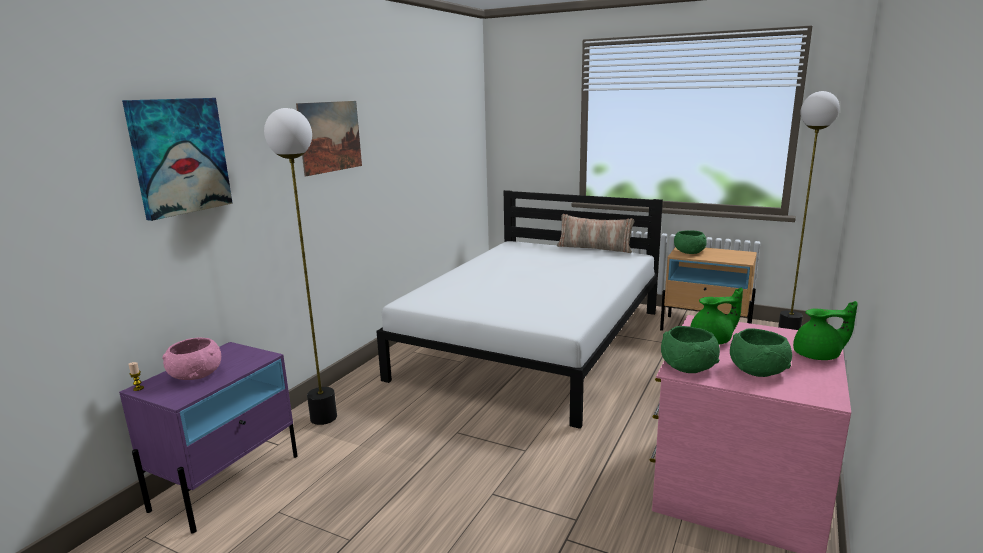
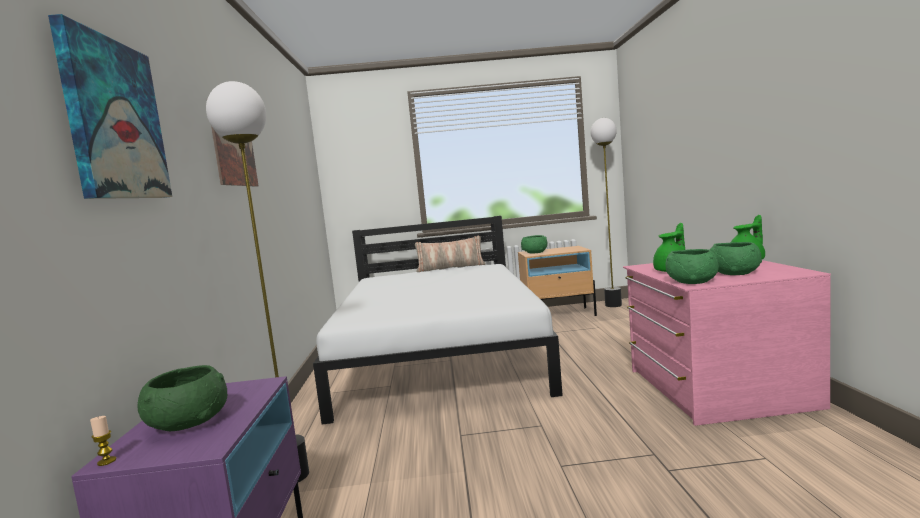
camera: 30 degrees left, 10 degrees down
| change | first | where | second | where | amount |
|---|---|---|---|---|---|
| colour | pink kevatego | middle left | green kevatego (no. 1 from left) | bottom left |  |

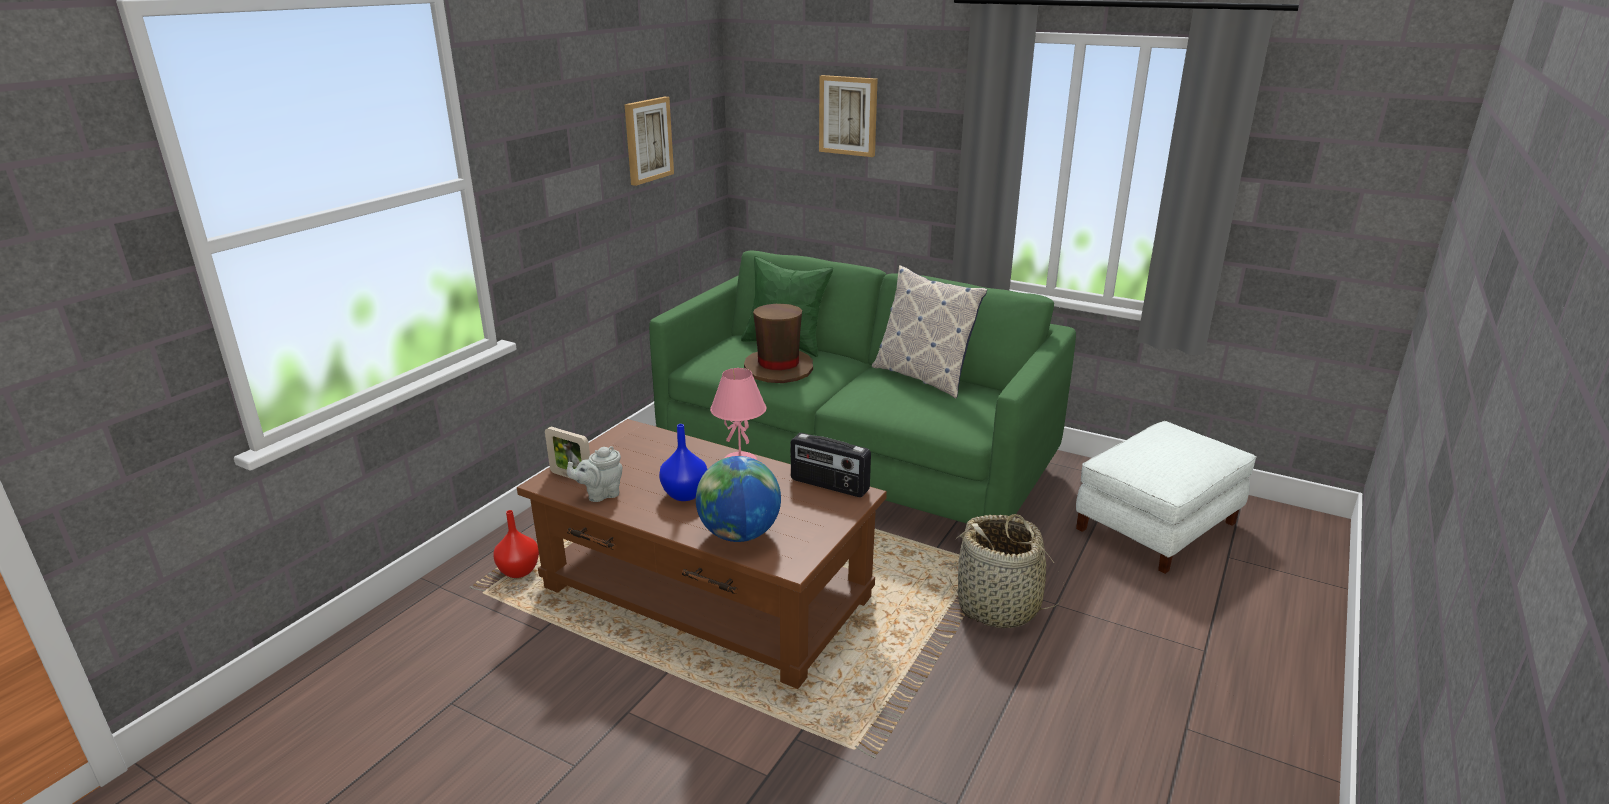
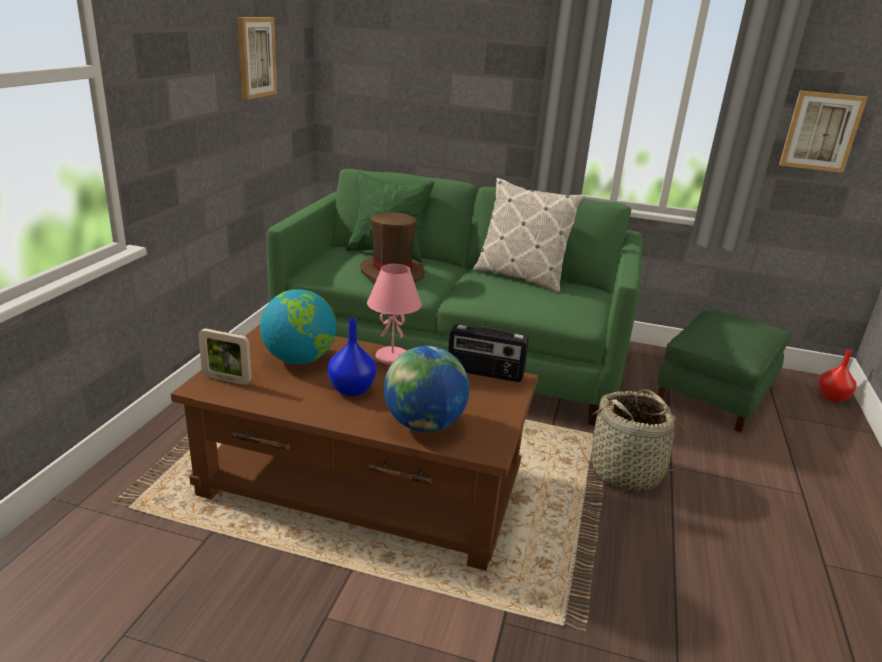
camera: 15 degrees left, 0 degrees up
| change | first | where | second | where | amount |
|---|---|---|---|---|---|
| relocated | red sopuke | bottom left |  | middle right |  |
| missing | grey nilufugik | centre |  |  |  |
| relocated | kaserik (no. 2 from left) | top centre |  | top right |  |
| colour | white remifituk | middle right | green remifituk | middle right |  |
| appeared |  |  | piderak (no. 1 from left) | centre |  |

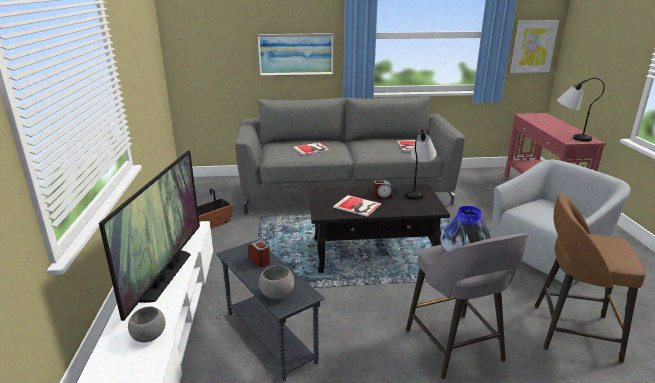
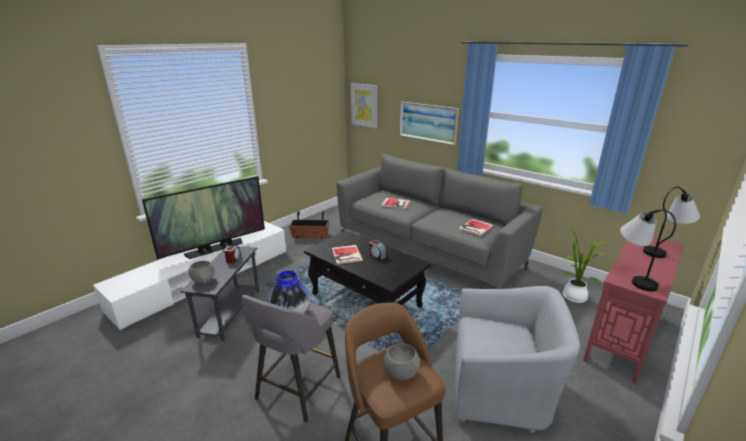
camera: 45 degrees right, 0 degrees up
| change | first | where | second | where | amount |
|---|---|---|---|---|---|
| relocated | grey kevatego (no. 1 from left in the first image) | bottom left | grey kevatego (no. 2 from left) | bottom centre |  |
| relocated | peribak (no. 1 from left in the first image) | centre | peribak (no. 2 from left) | middle right |  |
| relocated | kaserik (no. 2 from left in the first image) | top right | kaserik (no. 1 from left) | top centre |  |
| appeared |  |  | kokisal | middle right |  |

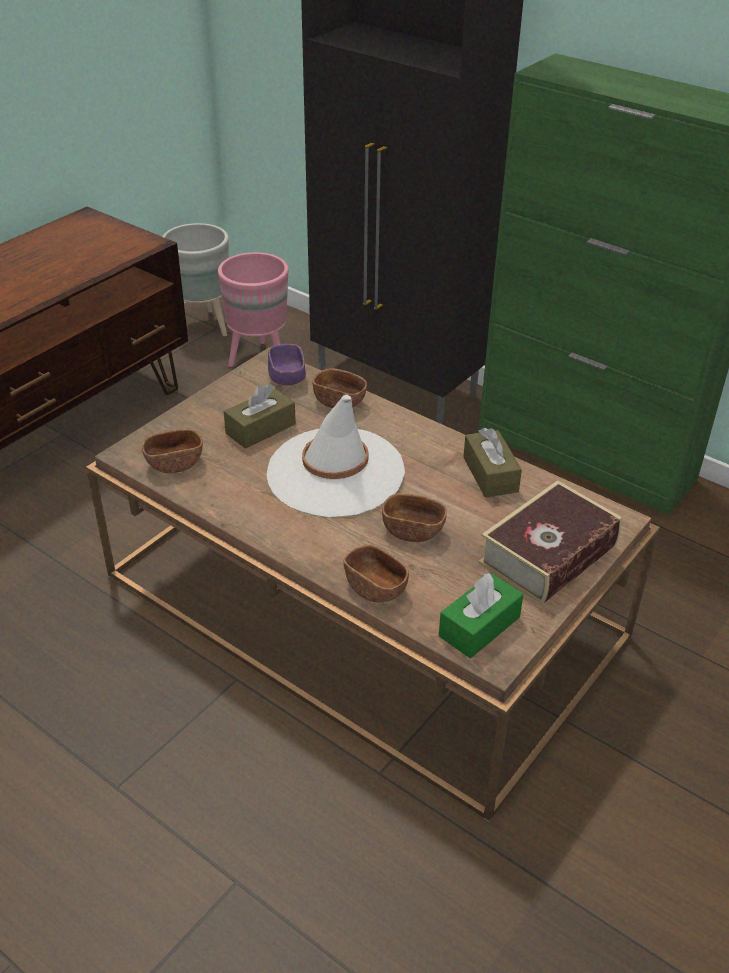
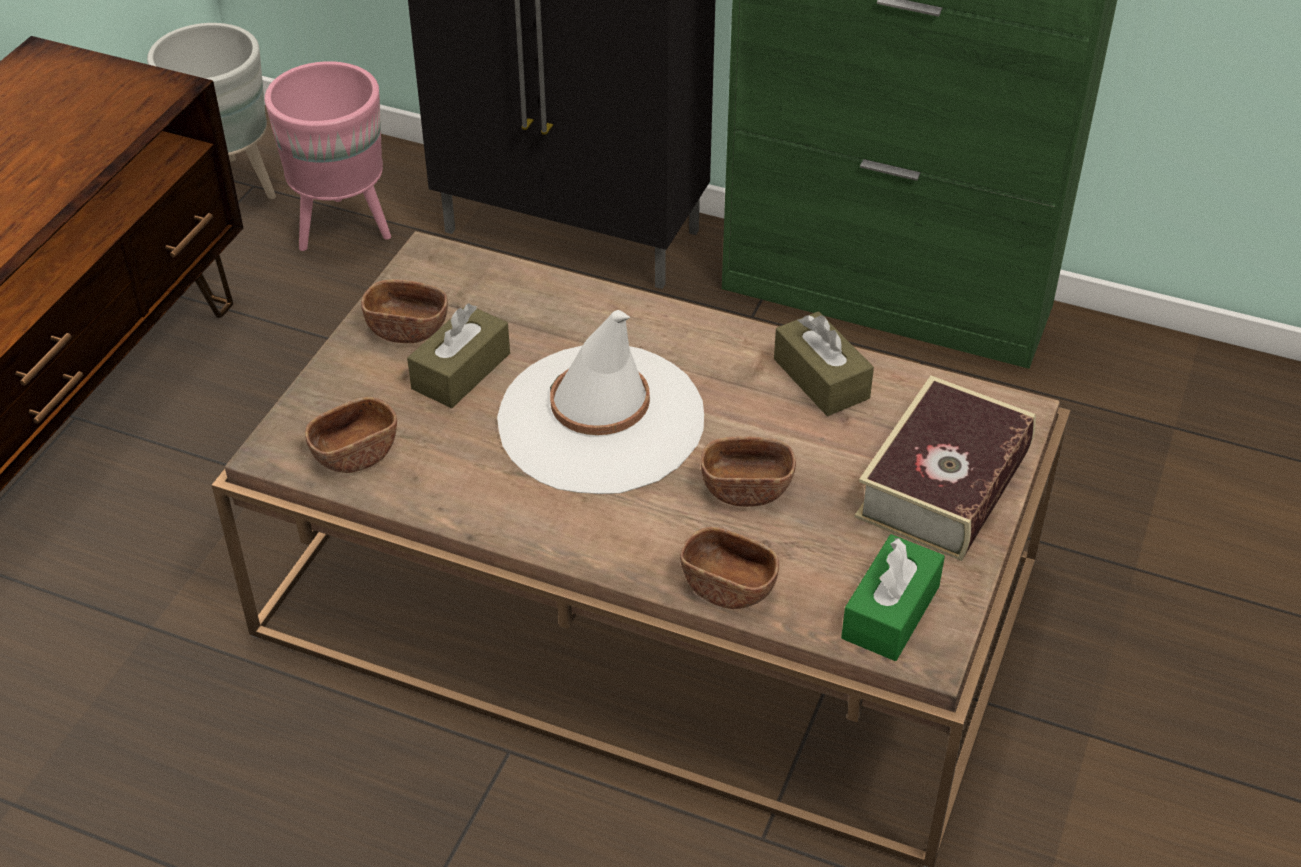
camera: 15 degrees left, 5 degrees up
| change | first | where | second | where | amount |
|---|---|---|---|---|---|
| missing | purple kevatego | centre |  |  |  |
| relocated | brown kevatego (no. 2 from left) | centre |  | middle left |  |

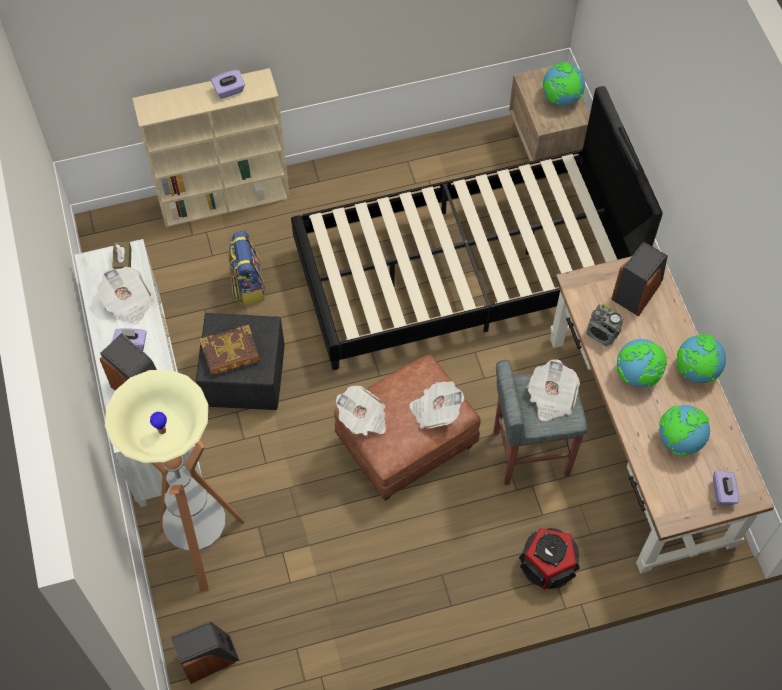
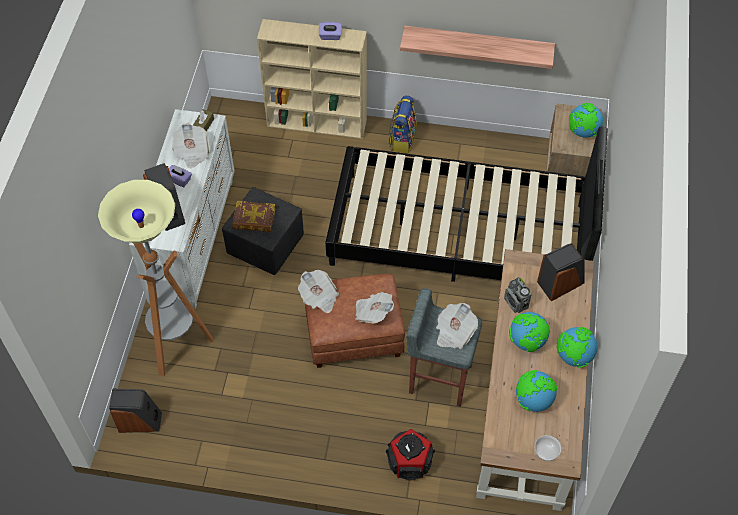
camera: 25 degrees right, 5 degrees down
| change | first | where | second | where | amount |
|---|---|---|---|---|---|
| relocated | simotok | middle left |  | top centre |  |
| exchanged | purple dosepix (no. 3 from left) | bottom right | kevatego | bottom right |  |
| appeared |  |  | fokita | top centre |  |

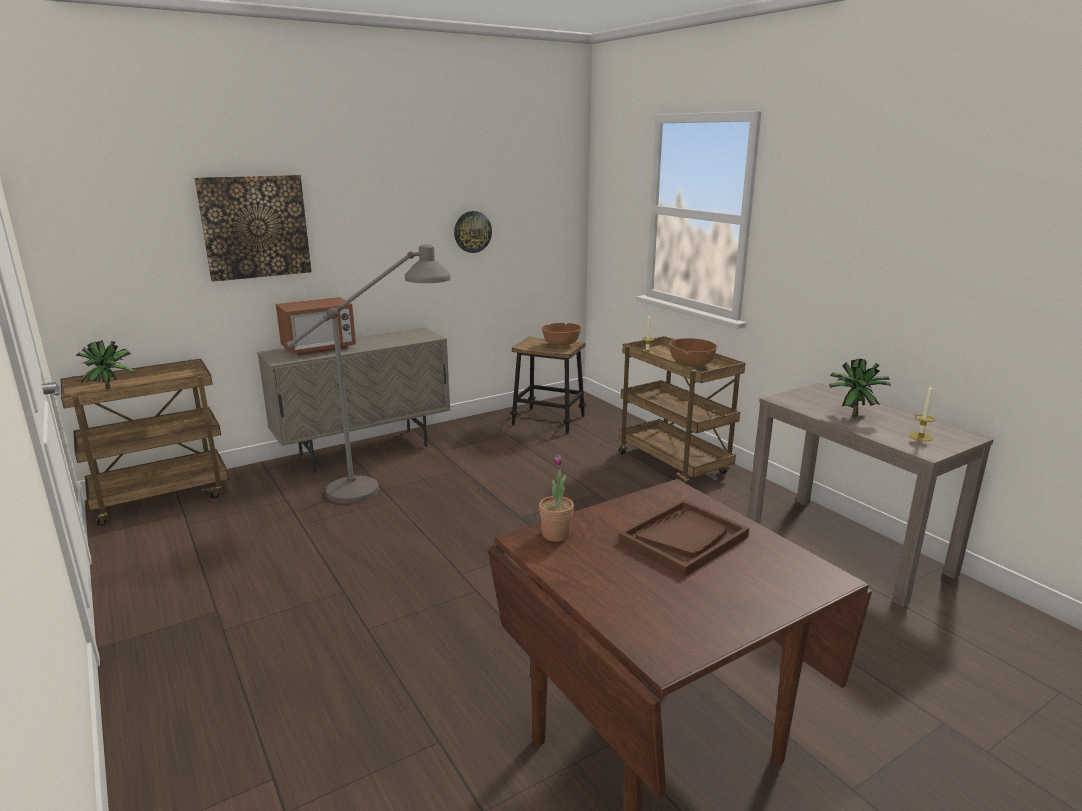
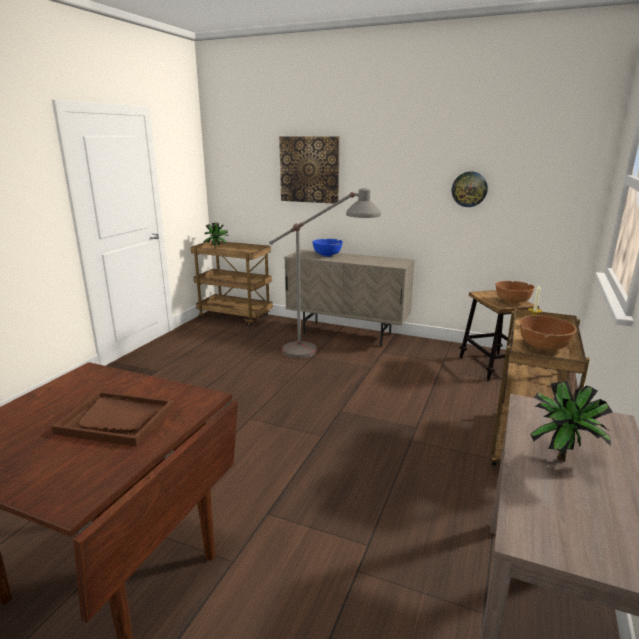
camera: 55 degrees right, 0 degrees up
| change | first | where | second | where | amount |
|---|---|---|---|---|---|
| exchanged | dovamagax | middle left | blue kevatego | centre |  |
| missing | kokisal (no. 2 from left) | centre |  |  |  |
| missing | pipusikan (no. 2 from left) | middle right |  |  |  |

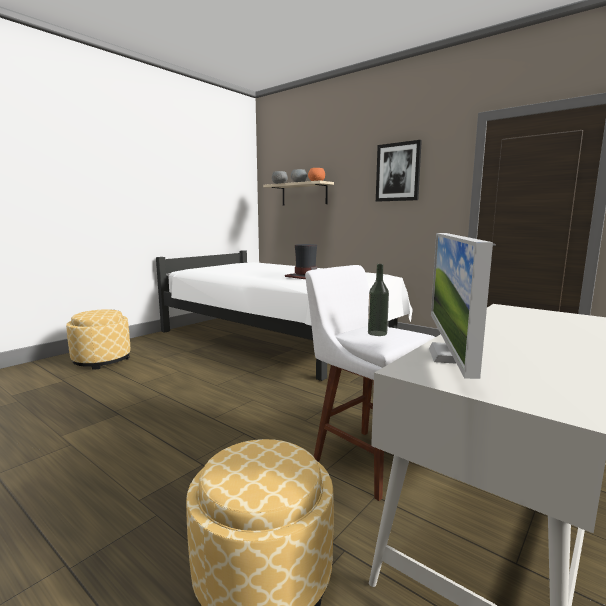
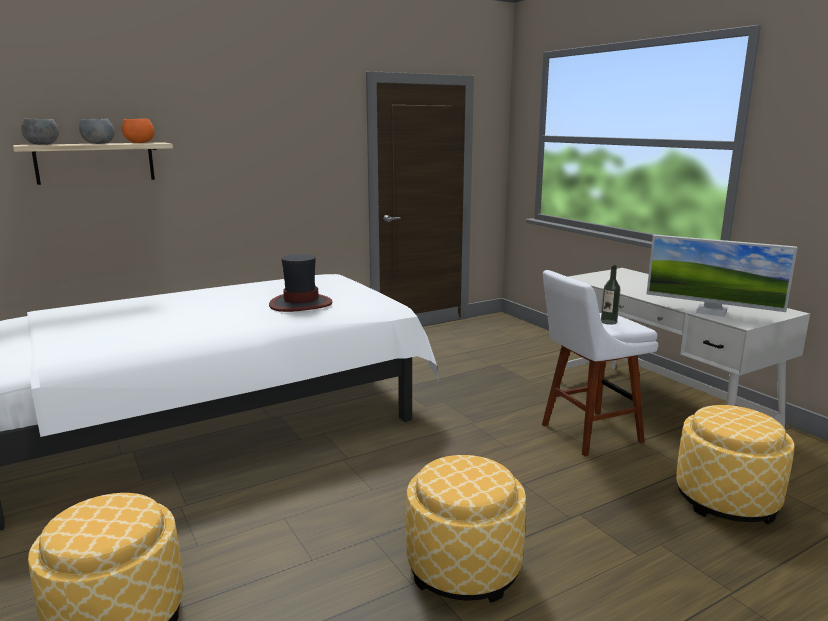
camera: 70 degrees left, 5 degrees up
| change | first | where | second | where | amount |
|---|---|---|---|---|---|
| missing | kaserik | top centre |  |  |  |
| appeared |  |  | remifituk (no. 2 from left) | bottom centre |  |

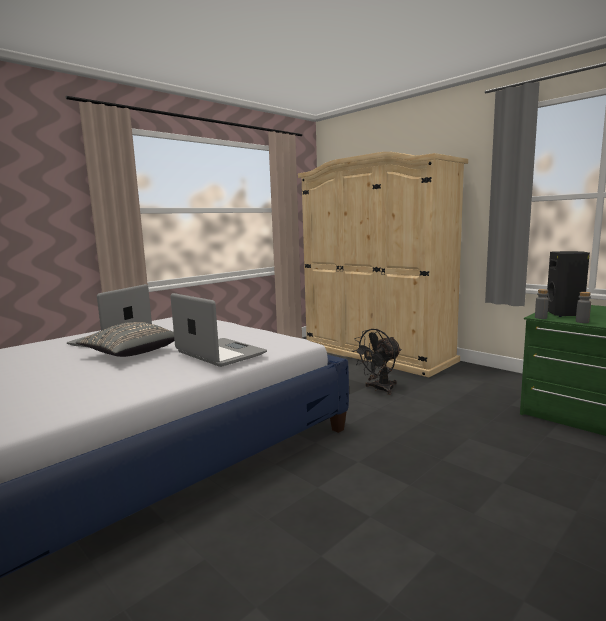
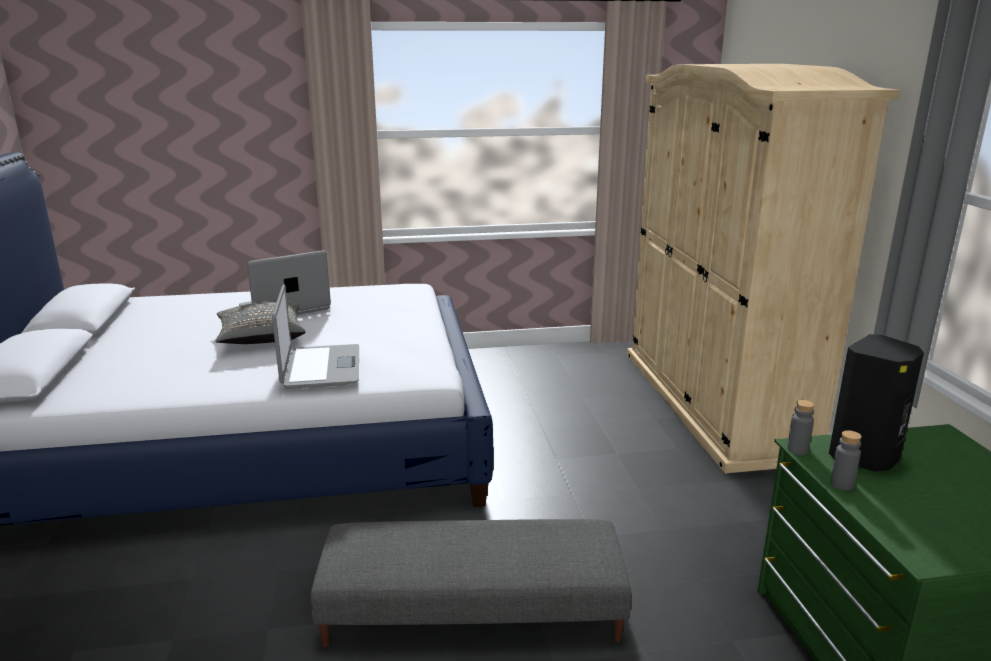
camera: 35 degrees right, 10 degrees up
| change | first | where | second | where | amount |
|---|---|---|---|---|---|
| missing | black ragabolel | centre |  |  |  |
| appeared |  |  | grey remifituk | bottom centre |  |

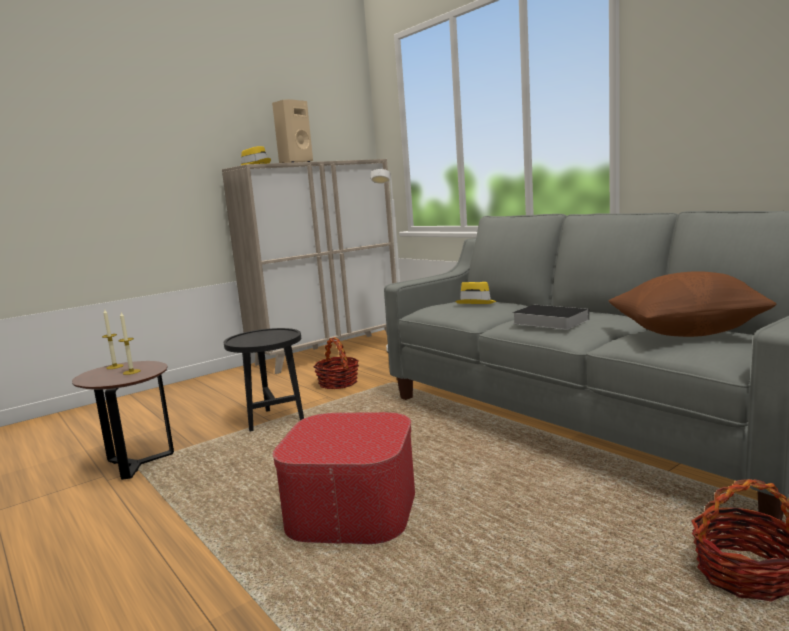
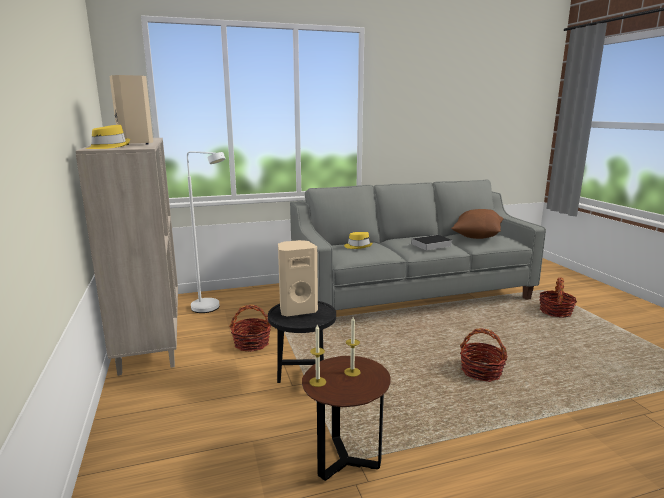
camera: 70 degrees left, 5 degrees up
| change | first | where | second | where | amount |
|---|---|---|---|---|---|
| exchanged | remifituk | bottom centre | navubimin (no. 2 from left) | bottom right |  |
| appeared |  |  | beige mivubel (no. 2 from left) | centre |  |

